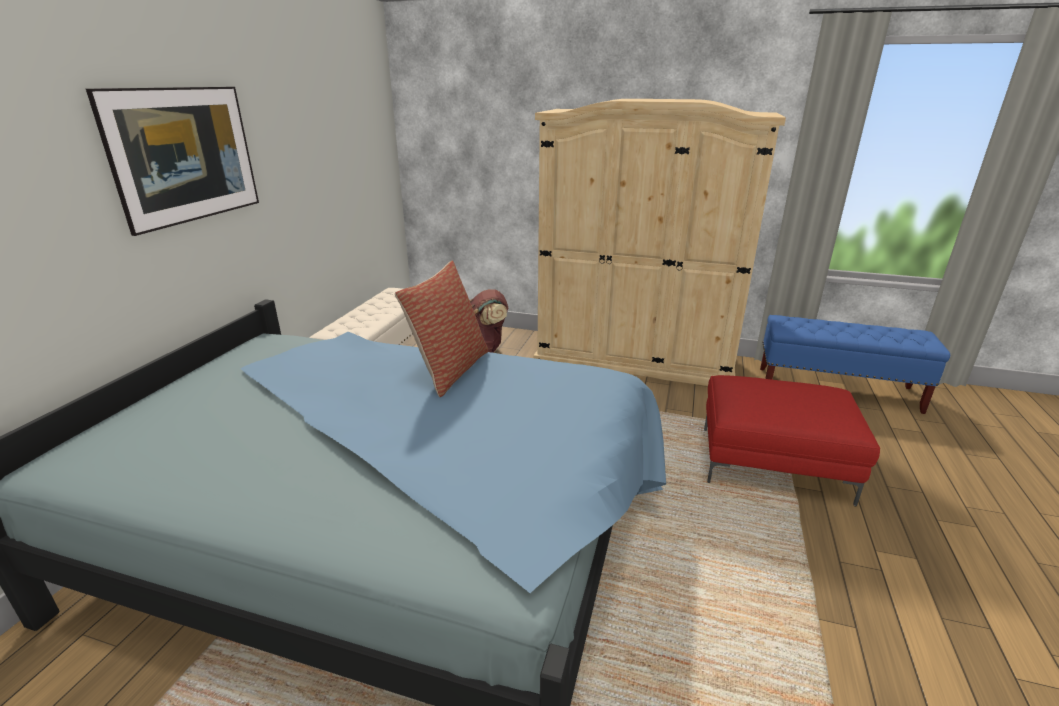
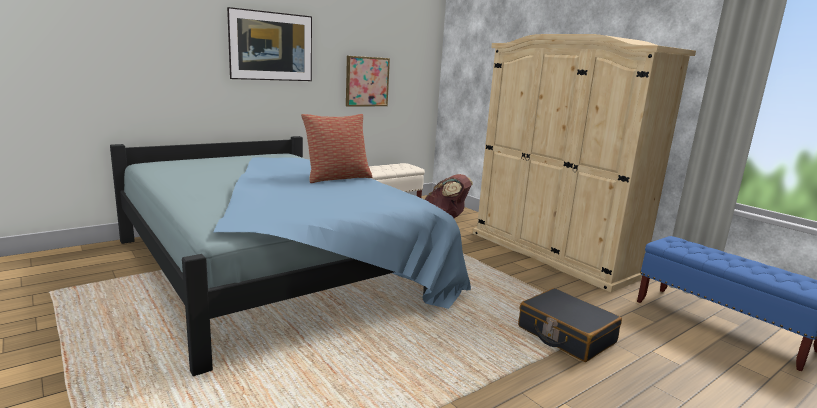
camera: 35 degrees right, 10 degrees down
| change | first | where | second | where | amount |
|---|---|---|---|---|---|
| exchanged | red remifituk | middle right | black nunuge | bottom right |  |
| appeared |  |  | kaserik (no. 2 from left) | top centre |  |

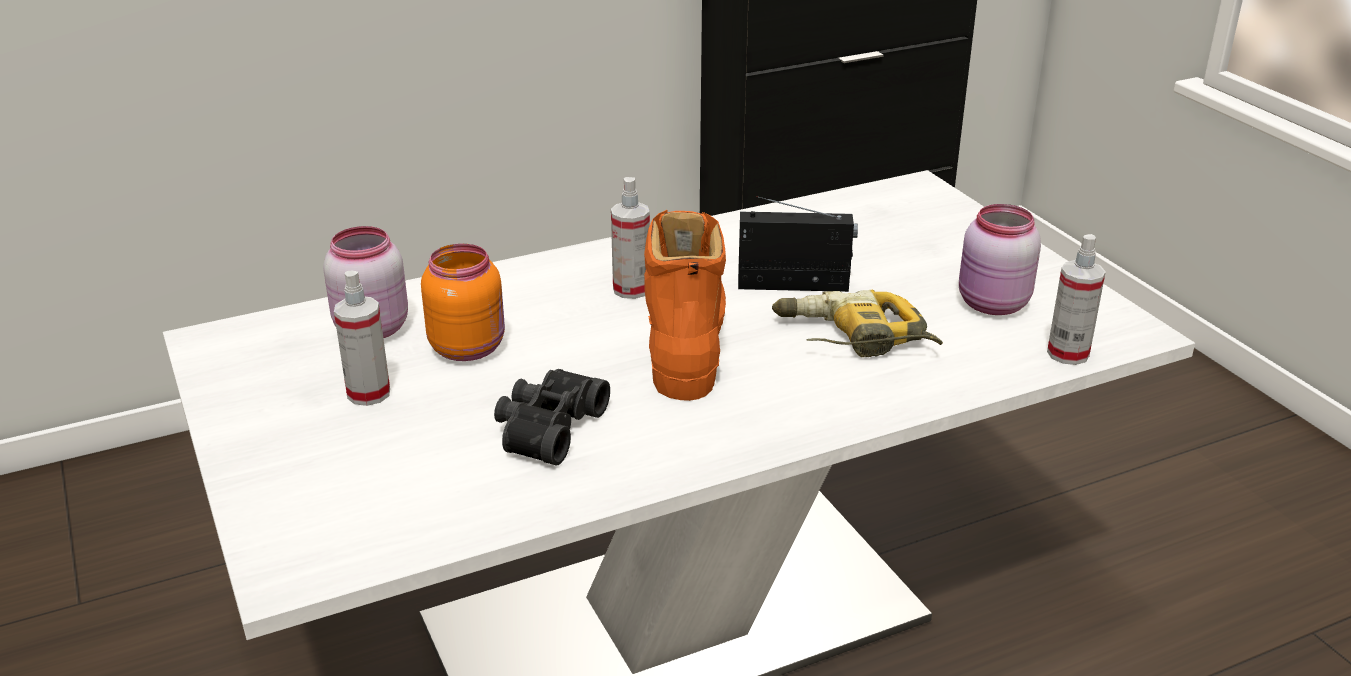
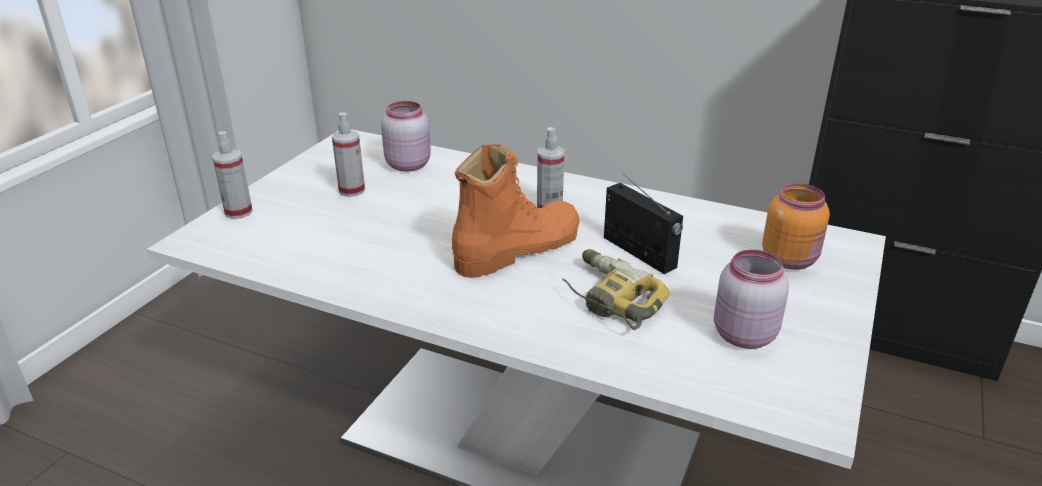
camera: 50 degrees right, 0 degrees up
| change | first | where | second | where | amount |
|---|---|---|---|---|---|
| relocated | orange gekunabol | centre |  | middle right |  |
| missing | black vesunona | centre |  |  |  |
| relocated | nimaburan (no. 3 from left in the first image) | middle right | nimaburan (no. 1 from left) | middle left |  |

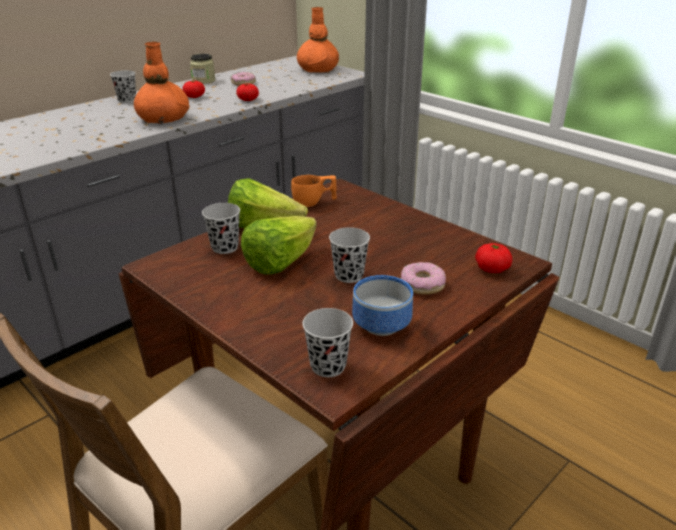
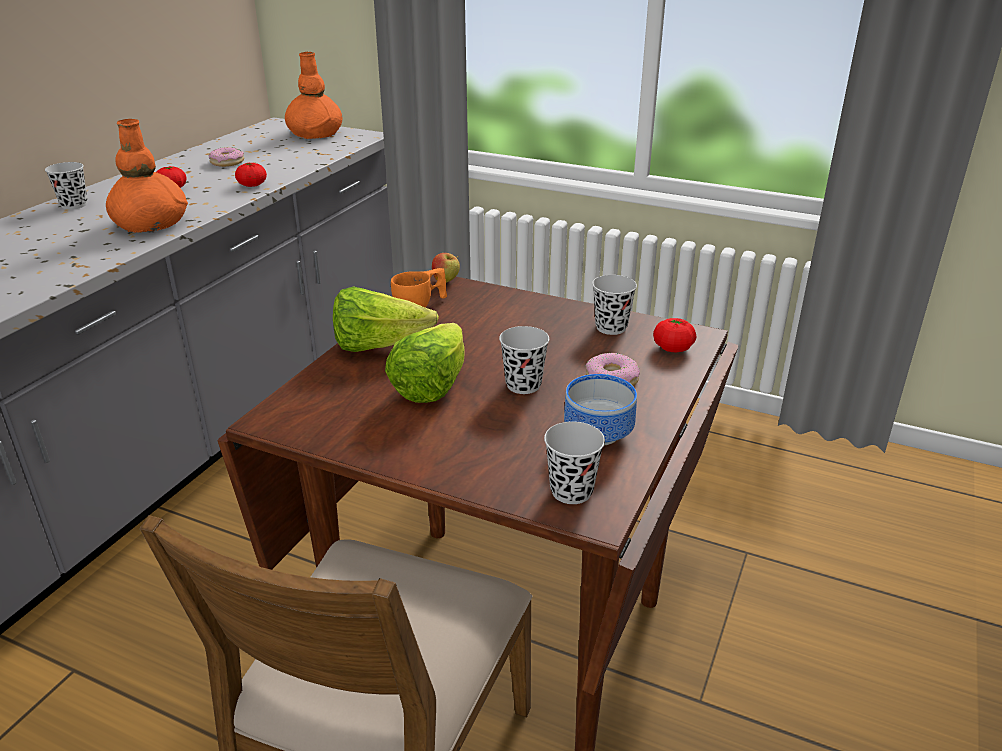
camera: 20 degrees left, 0 degrees up
| change | first | where | second | where | amount |
|---|---|---|---|---|---|
| missing | gekunabol | top left |  |  |  |
| relocated | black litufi (no. 2 from left in the first image) | middle left | black litufi (no. 4 from left) | centre |  |
| appeared |  |  | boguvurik | centre |  |

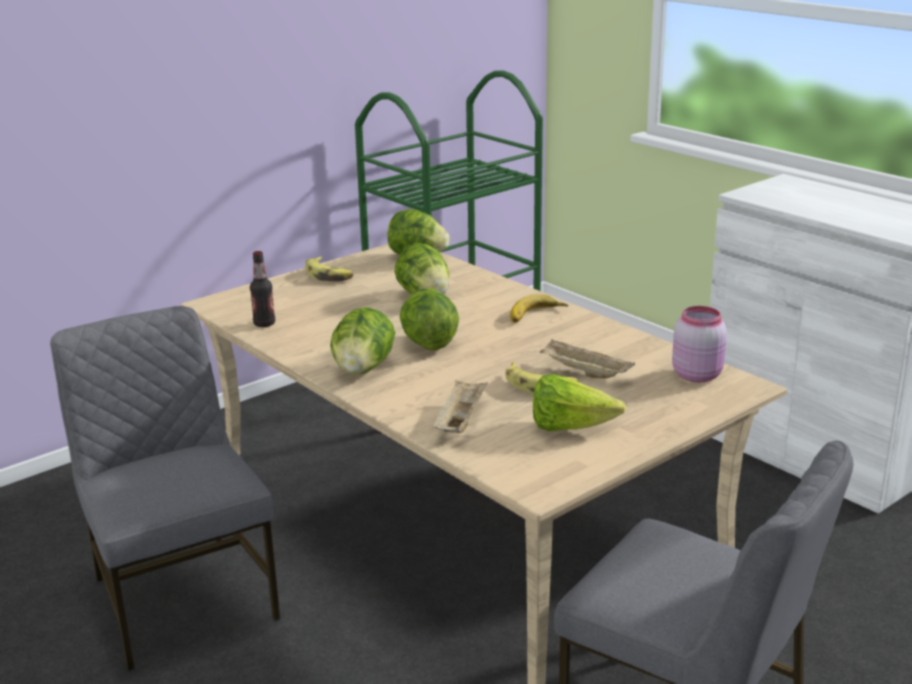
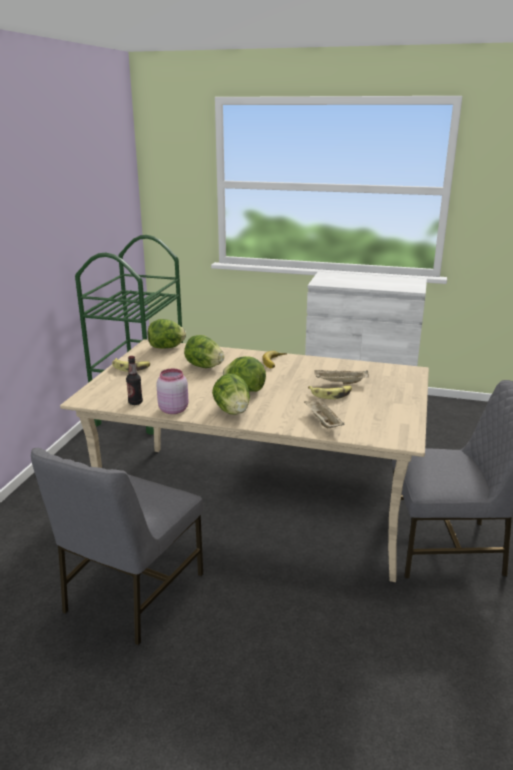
camera: 35 degrees left, 0 degrees up
| change | first | where | second | where | amount |
|---|---|---|---|---|---|
| spun | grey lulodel (no. 1 from left) | bottom left |  | bottom left | 90 degrees counterclockwise |
| missing | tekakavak (no. 5 from left) | centre |  |  |  |
| relocated | pink gekunabol | middle right |  | centre |  |

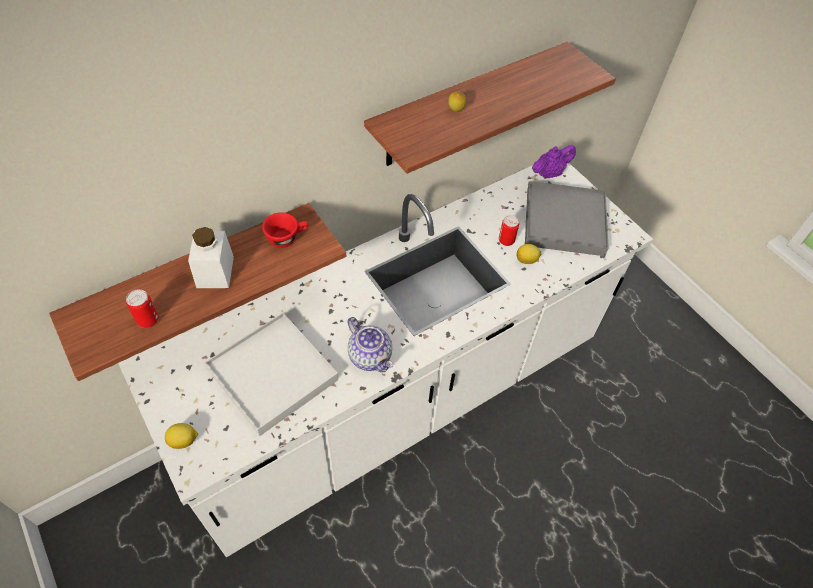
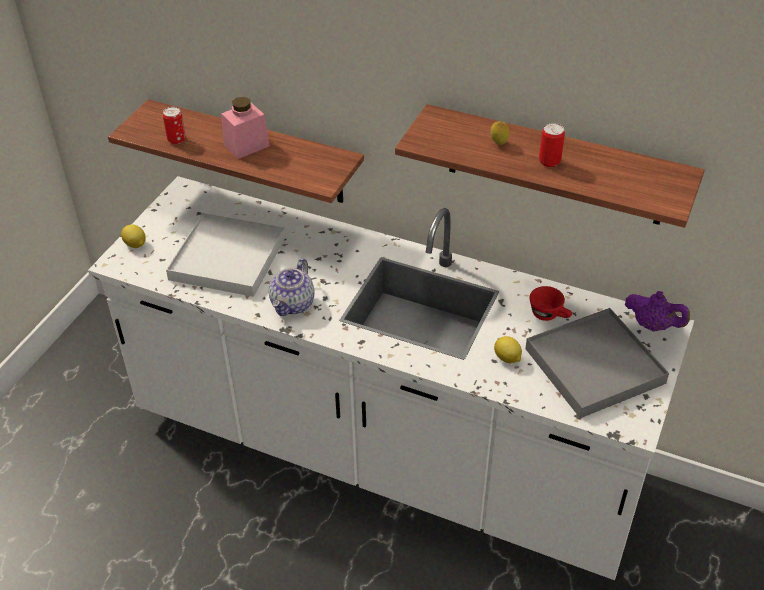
camera: 60 degrees right, 10 degrees down
| change | first | where | second | where | amount |
|---|---|---|---|---|---|
| colour | white gekunabol | middle left | pink gekunabol | top left |  |
| relocated | red litufi | centre |  | middle right |  |
| relocated | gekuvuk (no. 2 from left) | centre |  | top right |  |

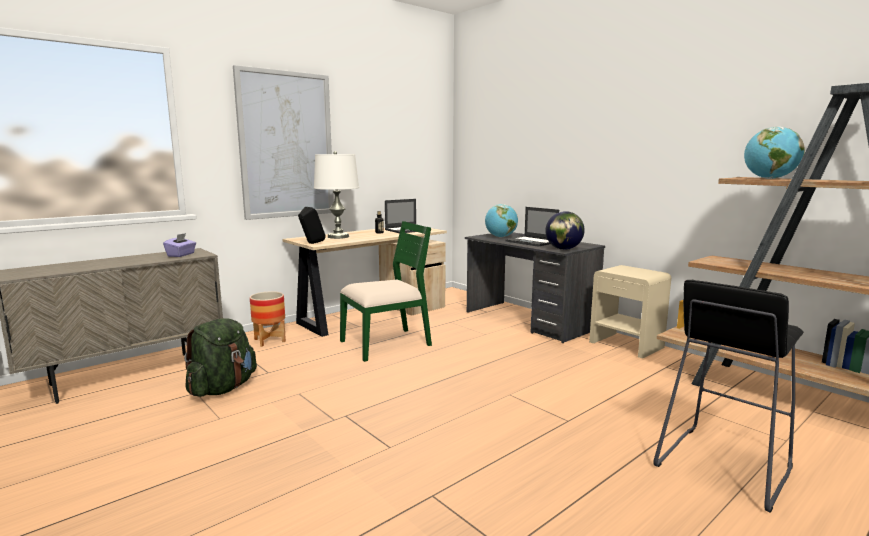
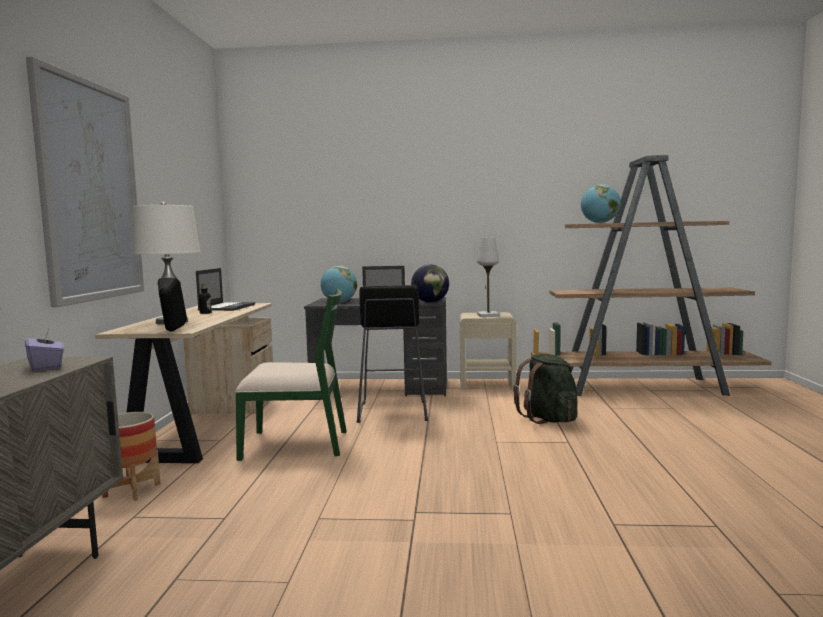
camera: 45 degrees left, 5 degrees down
| change | first | where | second | where | amount |
|---|---|---|---|---|---|
| relocated | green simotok | middle left |  | centre |  |
| spun | green lulodel | centre |  | centre | 75 degrees clockwise |
| relocated | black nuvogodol | bottom right |  | centre |  |
| appeared |  |  | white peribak (no. 2 from left) | centre |  |

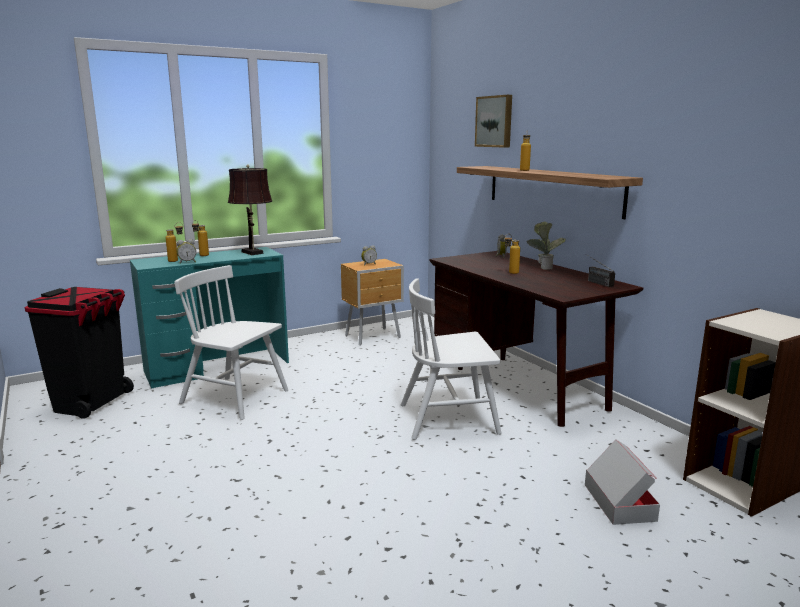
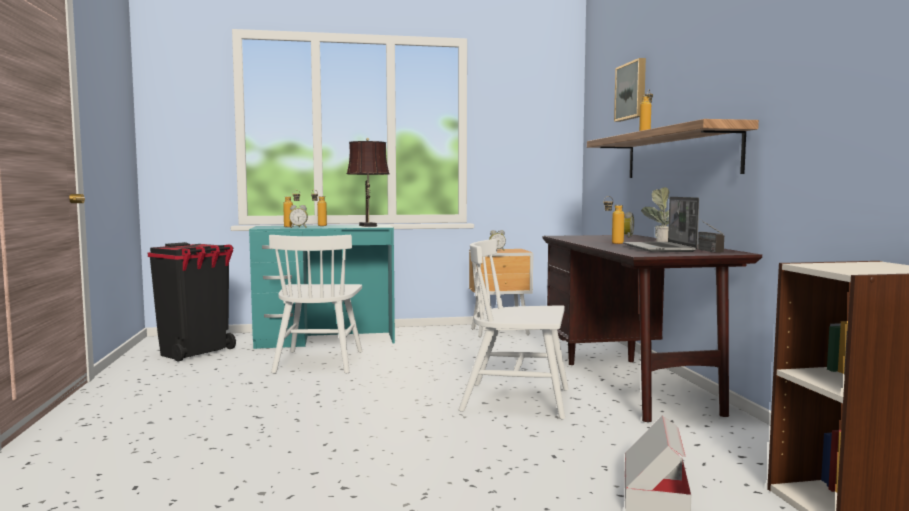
camera: 20 degrees right, 10 degrees down
| change | first | where | second | where | amount |
|---|---|---|---|---|---|
| spun | white lulodel (no. 1 from left) | middle left |  | centre | 135 degrees counterclockwise |
| appeared |  |  | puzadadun | middle right |  |

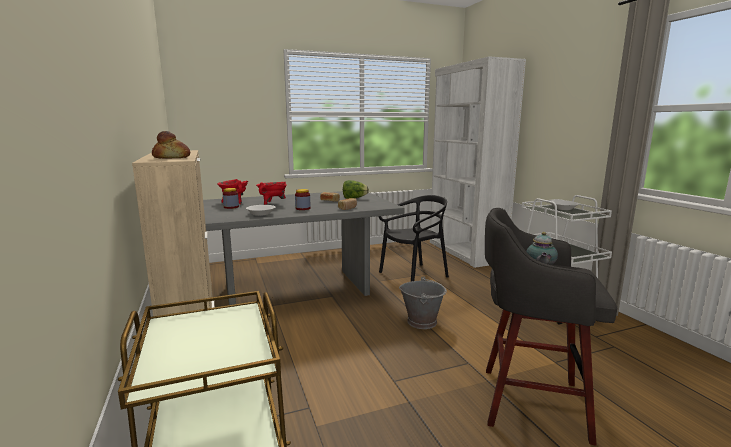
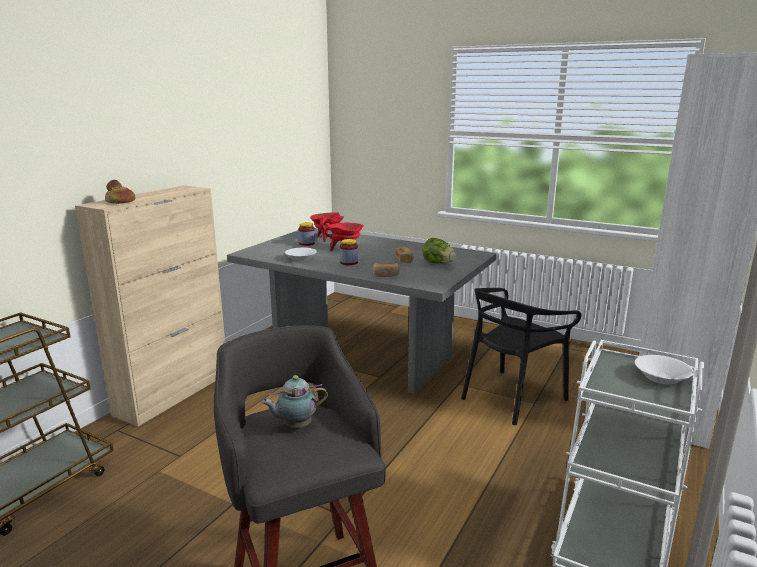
camera: 50 degrees right, 5 degrees up
| change | first | where | second | where | amount |
|---|---|---|---|---|---|
| spun | black lulodel | centre |  | middle right | 120 degrees clockwise |
| missing | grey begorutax | bottom centre |  |  |  |

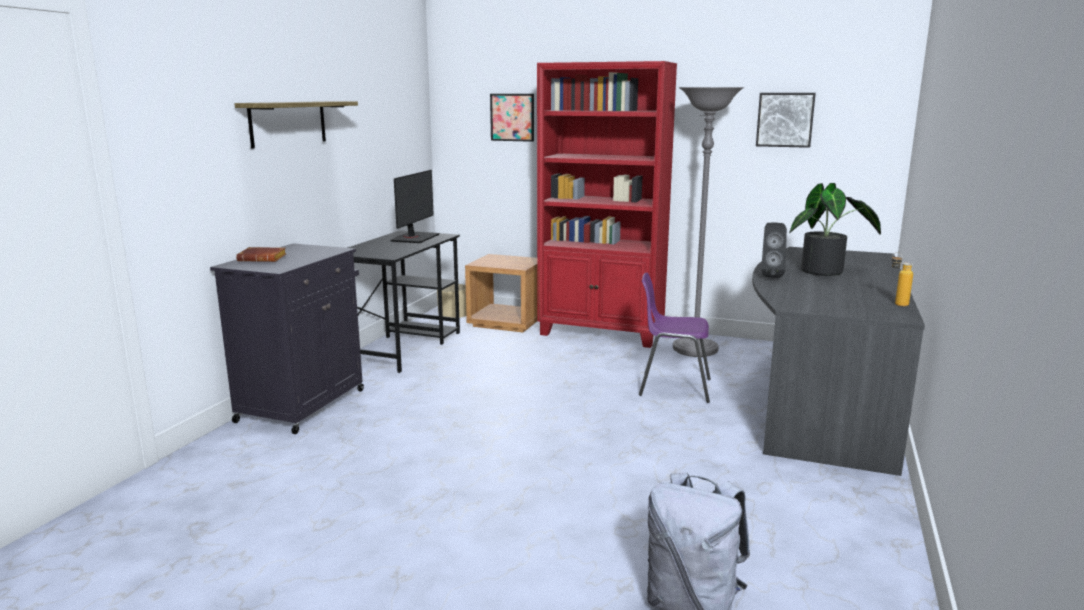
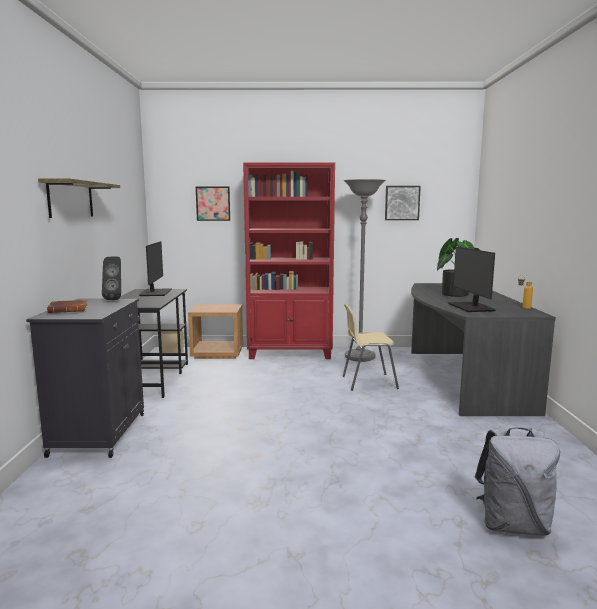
camera: 20 degrees left, 5 degrees down
| change | first | where | second | where | amount |
|---|---|---|---|---|---|
| colour | purple lulodel | centre | beige lulodel | centre |  |
| relocated | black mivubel | middle right |  | middle left |  |
| appeared |  |  | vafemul (no. 2 from left) | middle right |  |

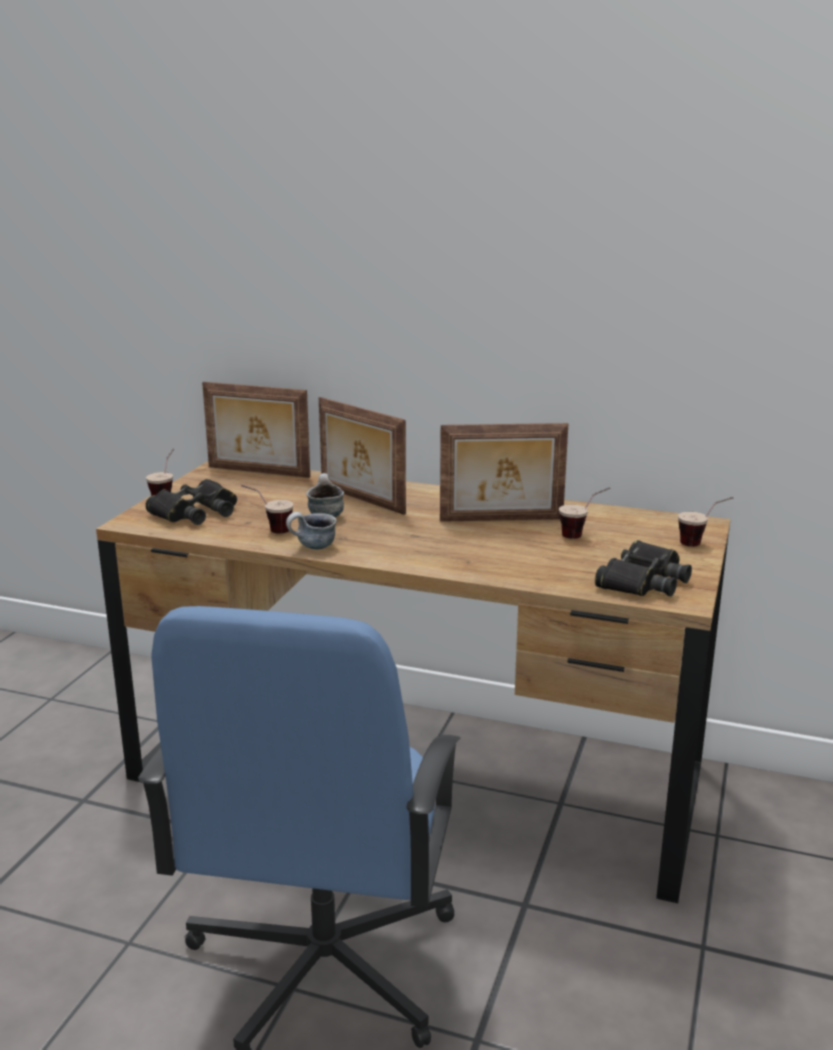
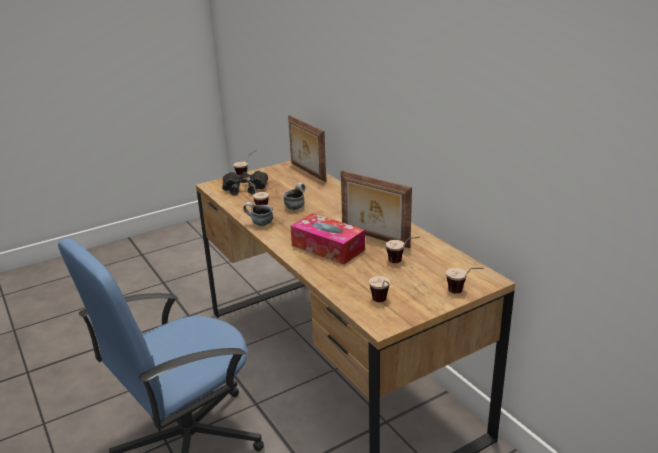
camera: 40 degrees right, 5 degrees up
| change | first | where | second | where | amount |
|---|---|---|---|---|---|
| missing | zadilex (no. 2 from left) | centre |  |  |  |
| exchanged | black vesunona (no. 2 from left) | middle right | litufi (no. 3 from left) | centre |  |
| appeared |  |  | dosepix | centre |  |

